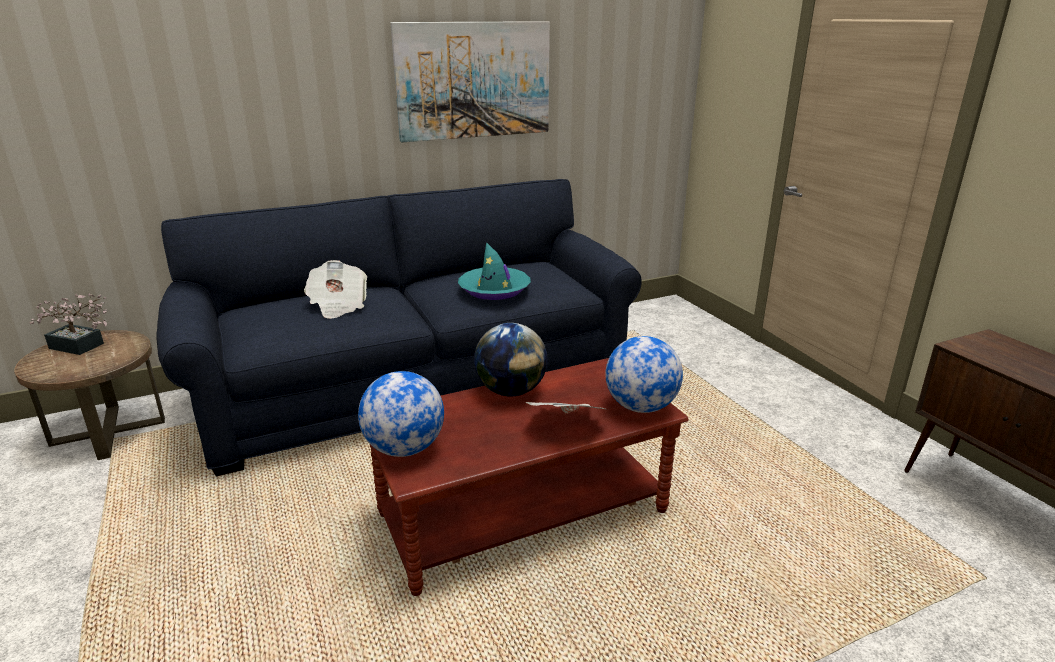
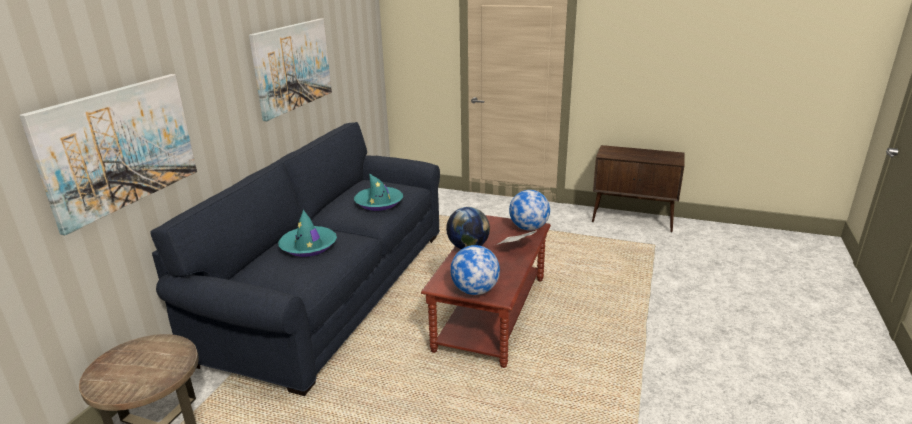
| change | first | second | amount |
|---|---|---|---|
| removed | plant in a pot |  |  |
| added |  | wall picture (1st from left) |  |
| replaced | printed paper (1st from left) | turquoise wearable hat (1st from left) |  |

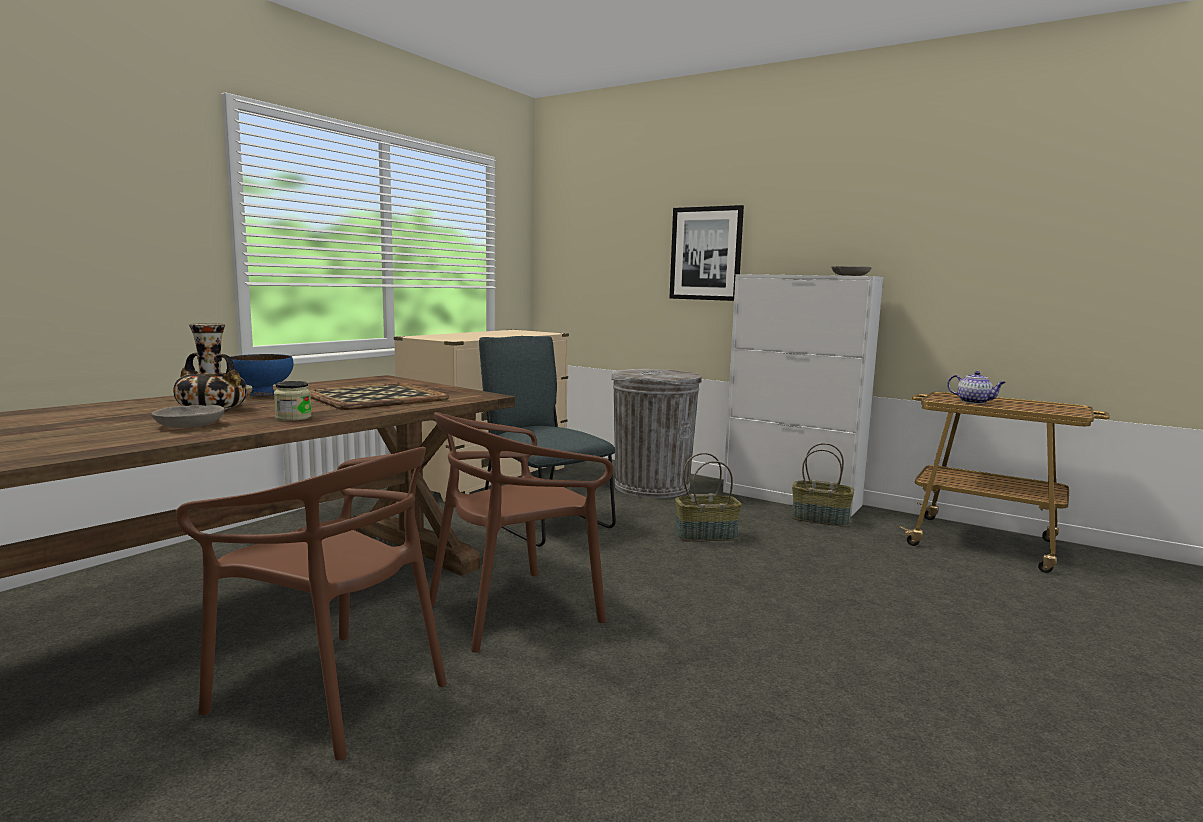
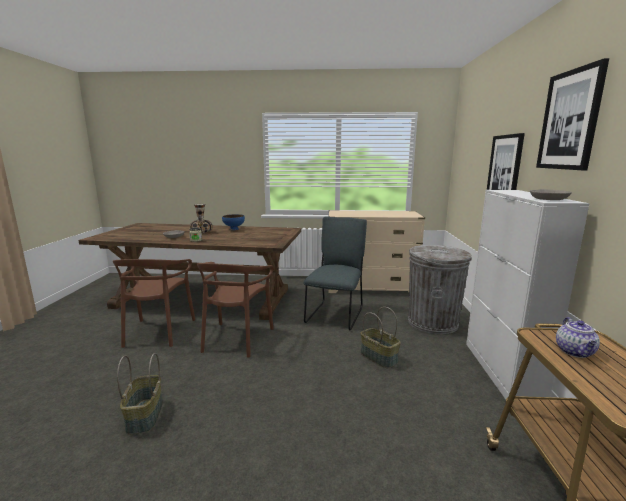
| change | first | second | amount |
|---|---|---|---|
| removed | tray |  |  |
| added |  | wall picture (2nd from left) |  |
| moved | storage basket (2nd from left in the first image) | storage basket (1st from left) |  |
| turned | brown upright chair (2nd from left) |  | 105 degrees counterclockwise |

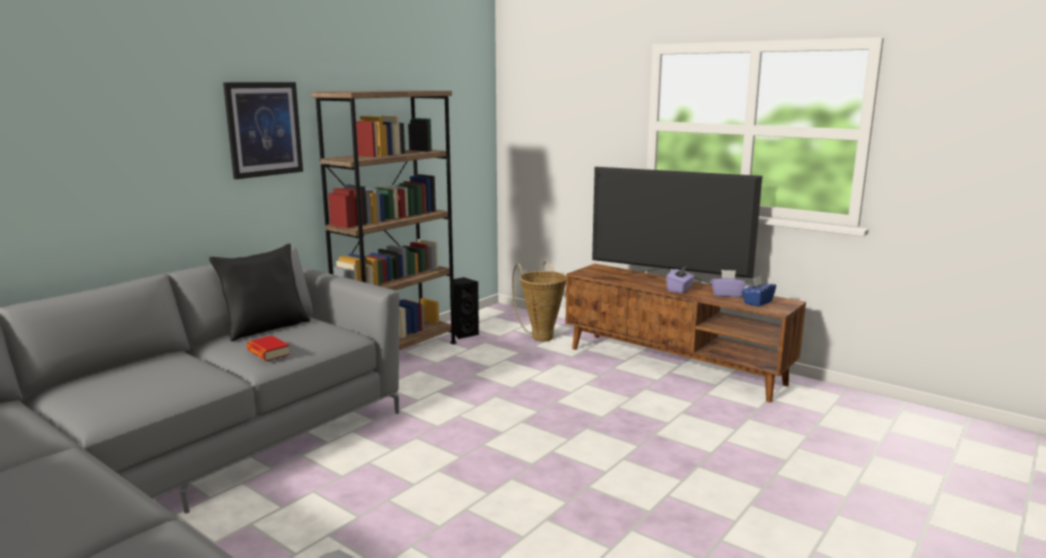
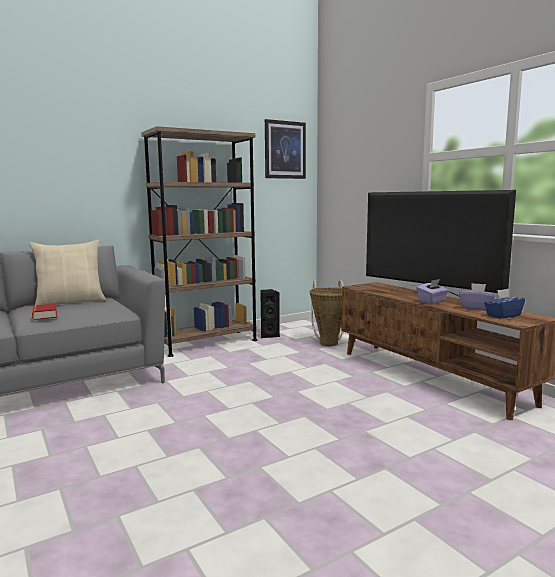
| change | first | second | amount |
|---|---|---|---|
| moved | wall picture |  |  |
| recoloured | black pillow | beige-coloured pillow |  |

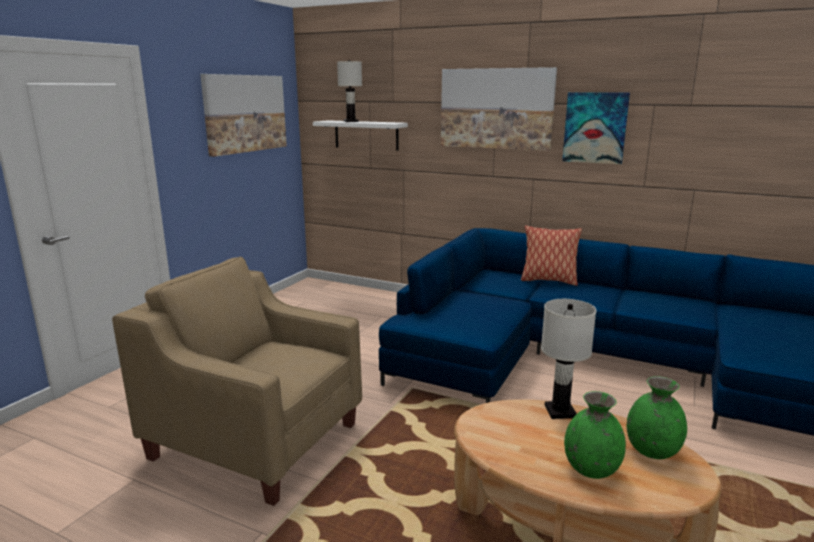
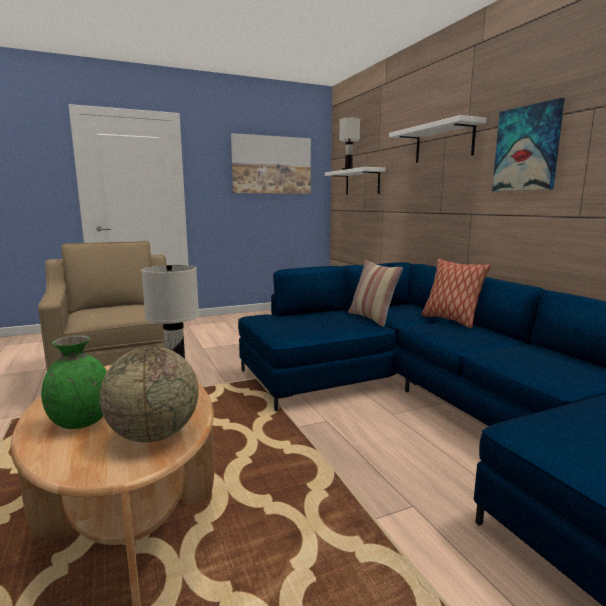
| change | first | second | amount |
|---|---|---|---|
| added |  | pillow (1st from left) |  |
| replaced | wall picture (2nd from left) | white wall shelf (2nd from left) |  |
| replaced | green-coloured vase (2nd from left) | desk globe |  |

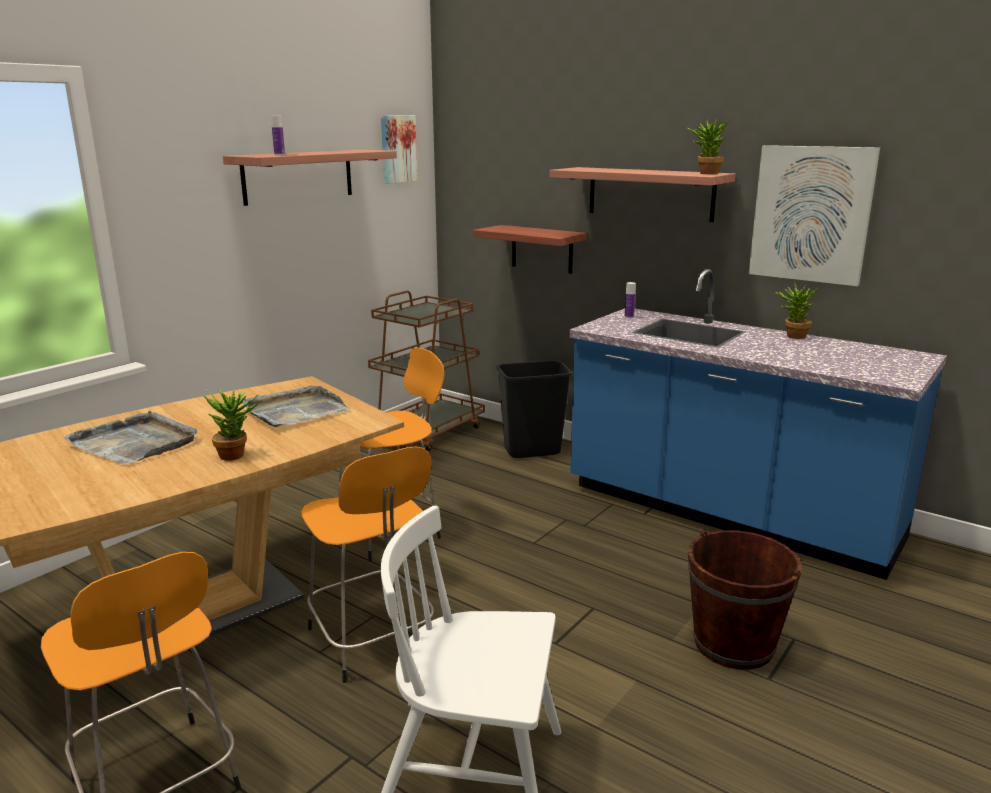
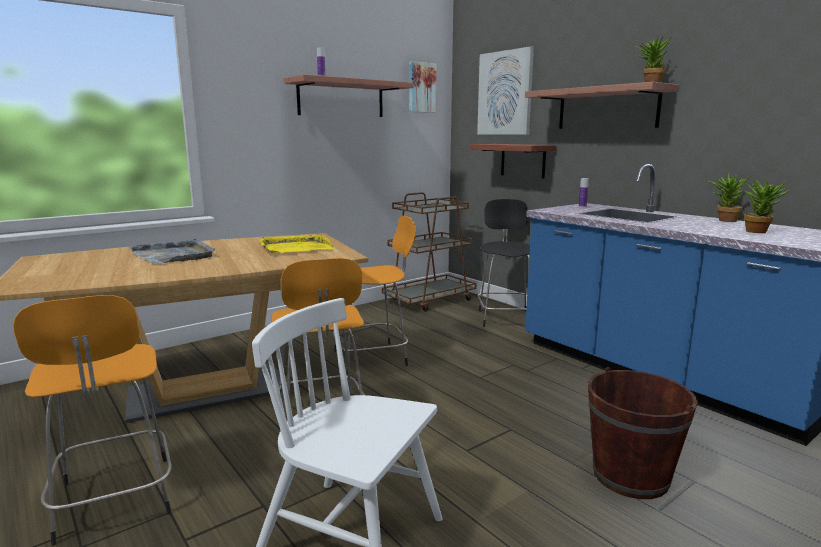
| change | first | second | amount |
|---|---|---|---|
| moved | plant in a pot (1st from left in the first image) | plant in a pot (3rd from left) |  |
| moved | wall picture (2nd from left) |  |  |
| replaced | black trash can | black stool |  |
| recoloured | gray tray (2nd from left) | yellow-coloured tray |  |

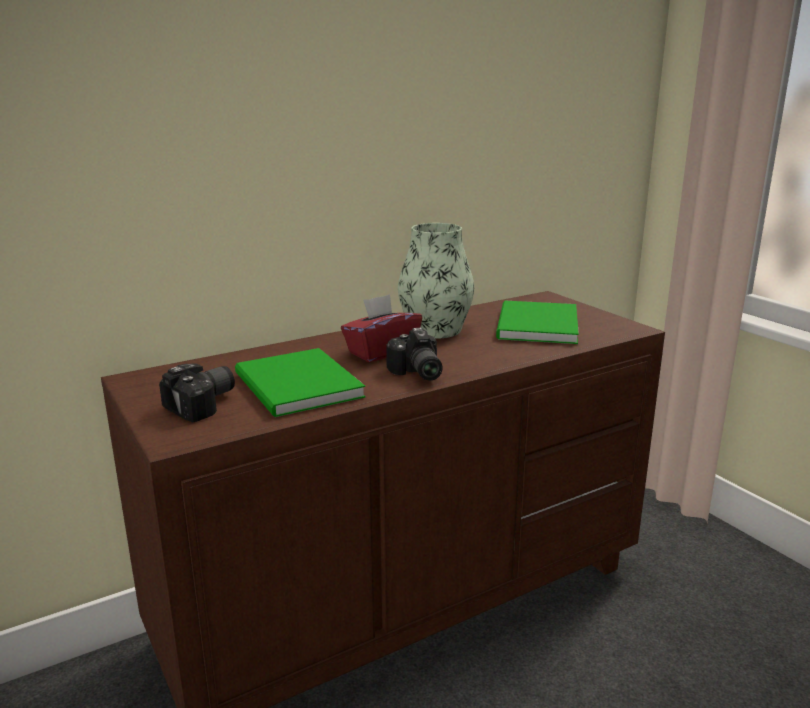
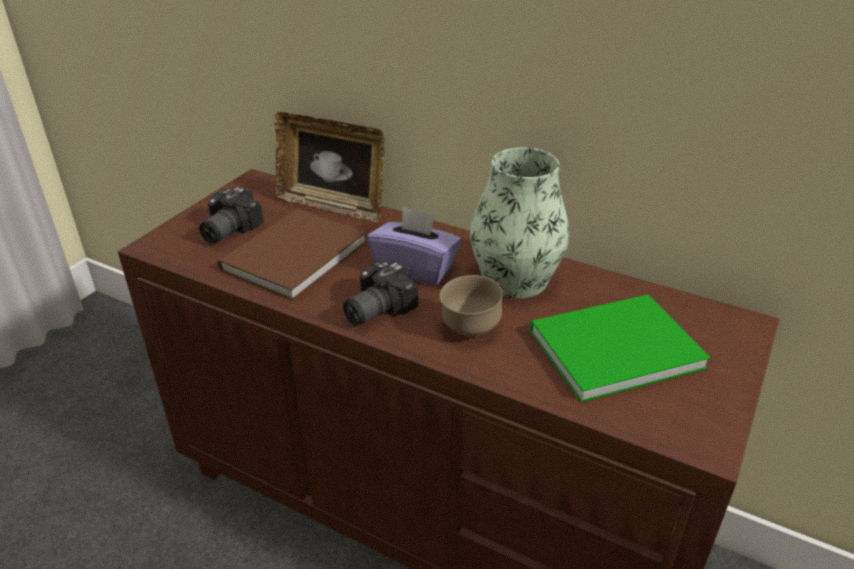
| change | first | second | amount |
|---|---|---|---|
| added |  | picture frame |  |
| added |  | brown bowl |  |
| recoloured | green-coloured bound book (1st from left) | brown bound book |  |
| recoloured | red-coloured box of tissues | purplish box of tissues |  |
| turned | photo camera (1st from left) |  | 105 degrees clockwise |

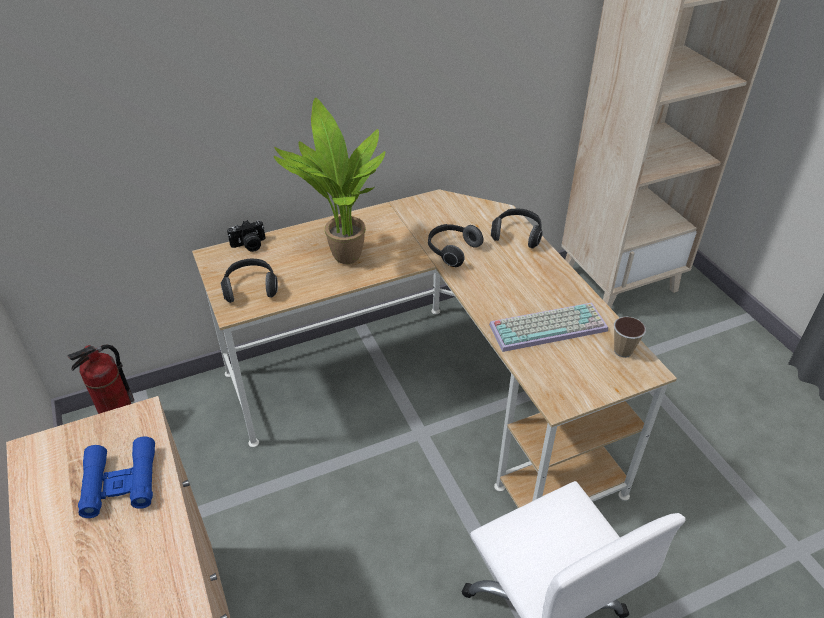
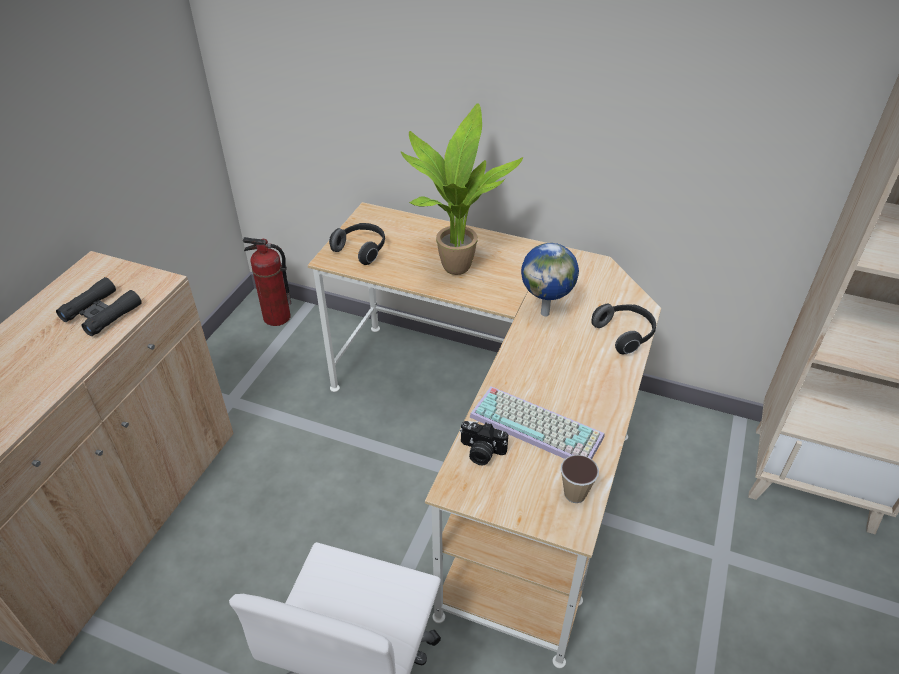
| change | first | second | amount |
|---|---|---|---|
| moved | photo camera |  |  |
| replaced | headphones (2nd from left) | desk globe |  |
| recoloured | blue-coloured binoculars | black binoculars |  |

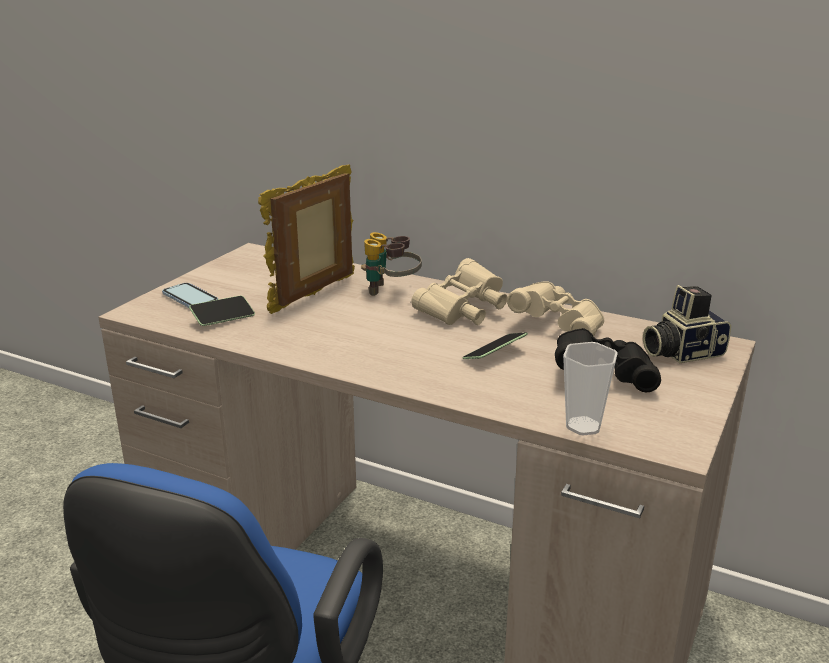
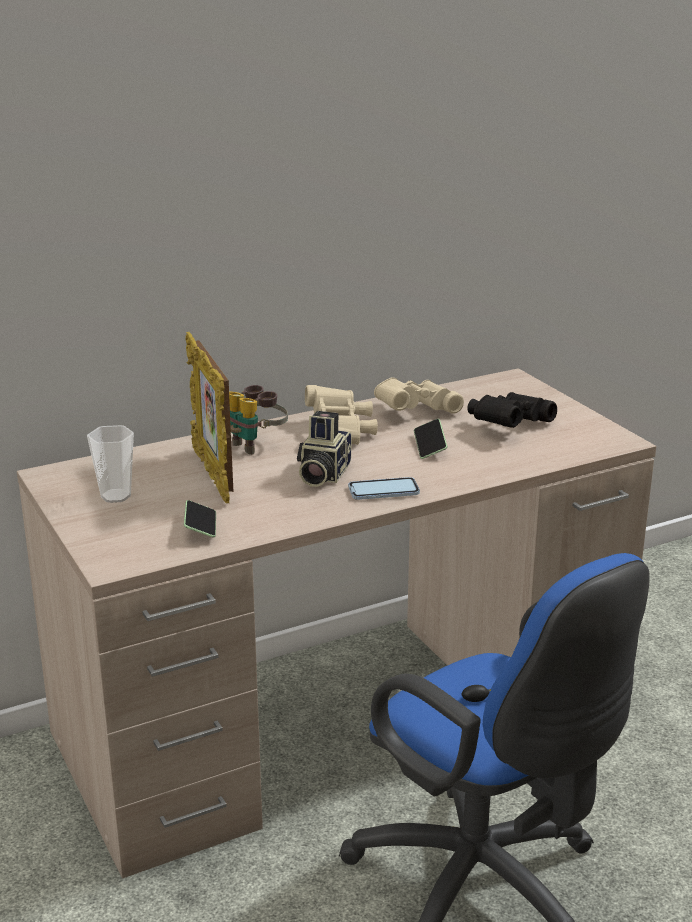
| change | first | second | amount |
|---|---|---|---|
| moved | phone (1st from left in the first image) | phone (2nd from left) |  |
| moved | small cup |  |  |
| moved | photo camera |  |  |

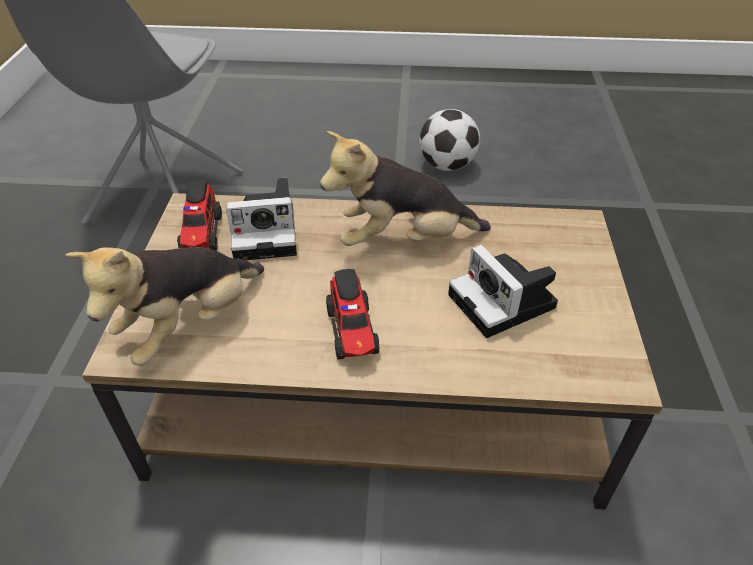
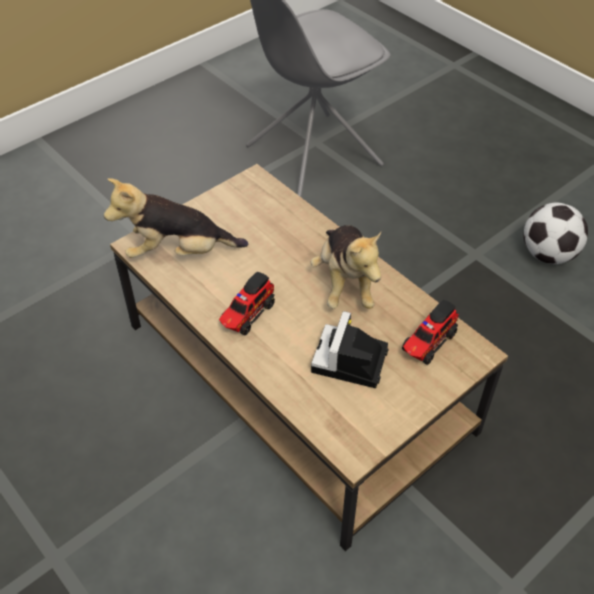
| change | first | second | amount |
|---|---|---|---|
| removed | photo camera (1st from left) |  |  |
| moved | toy lorry (1st from left in the first image) | toy lorry (2nd from left) |  |
| turned | soft toy (2nd from left) |  | 135 degrees counterclockwise |

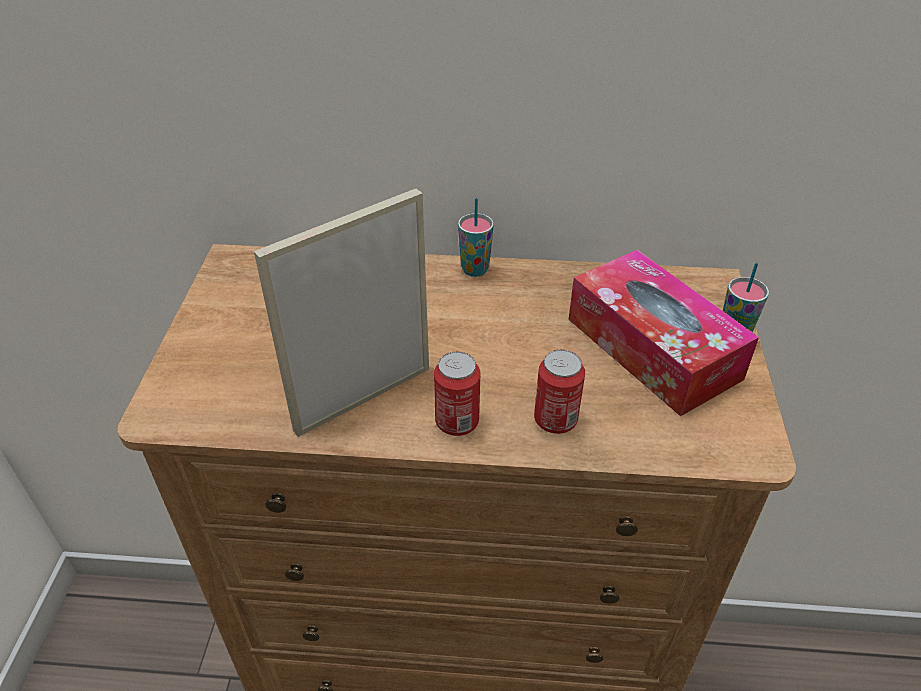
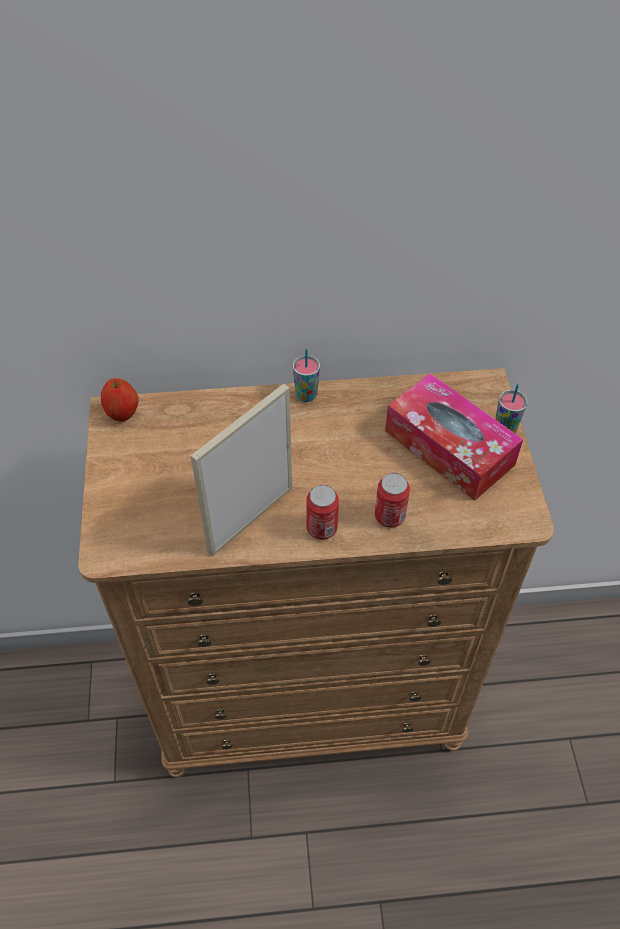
| change | first | second | amount |
|---|---|---|---|
| added |  | whole apple |  |

